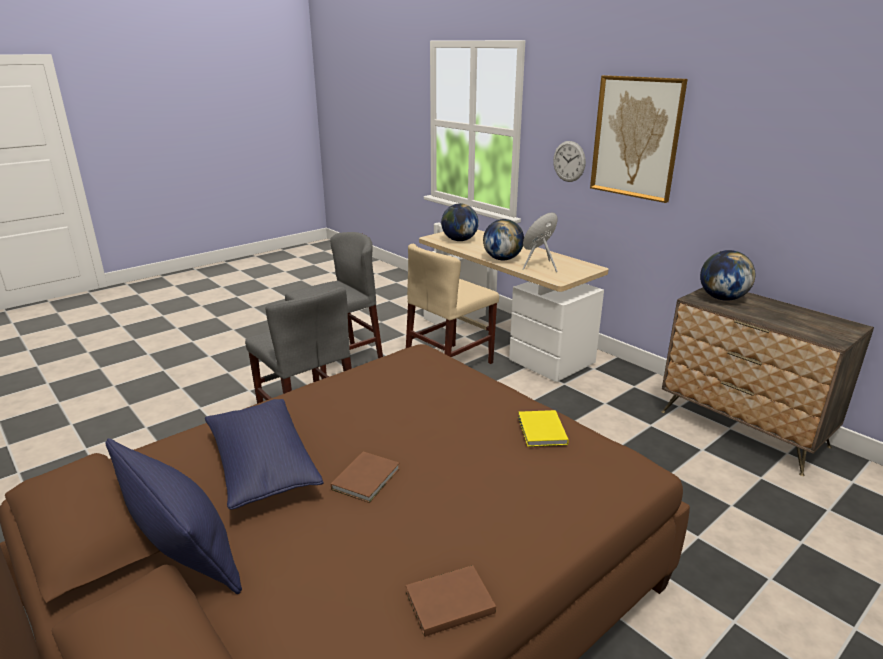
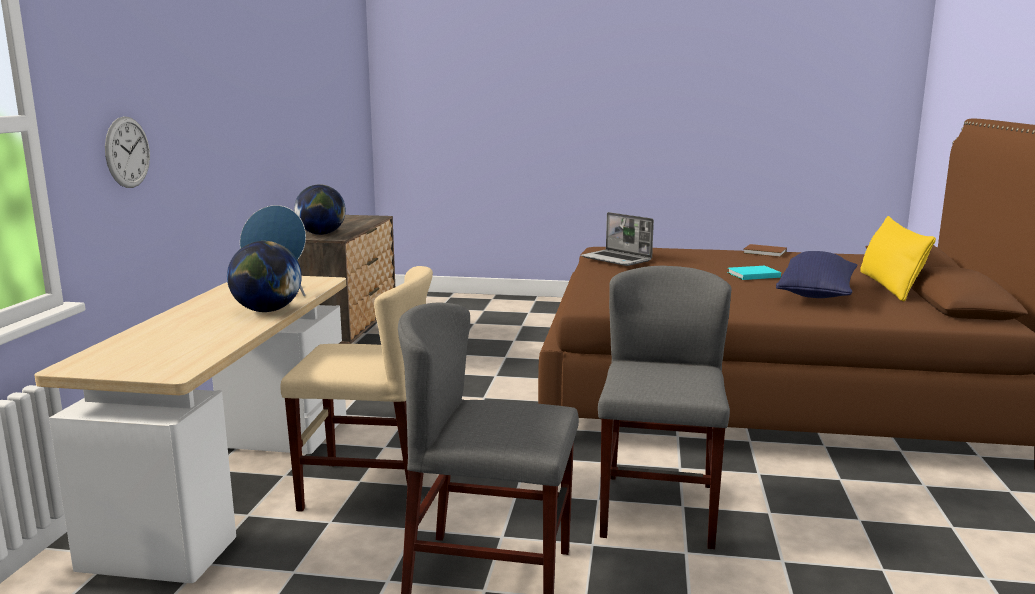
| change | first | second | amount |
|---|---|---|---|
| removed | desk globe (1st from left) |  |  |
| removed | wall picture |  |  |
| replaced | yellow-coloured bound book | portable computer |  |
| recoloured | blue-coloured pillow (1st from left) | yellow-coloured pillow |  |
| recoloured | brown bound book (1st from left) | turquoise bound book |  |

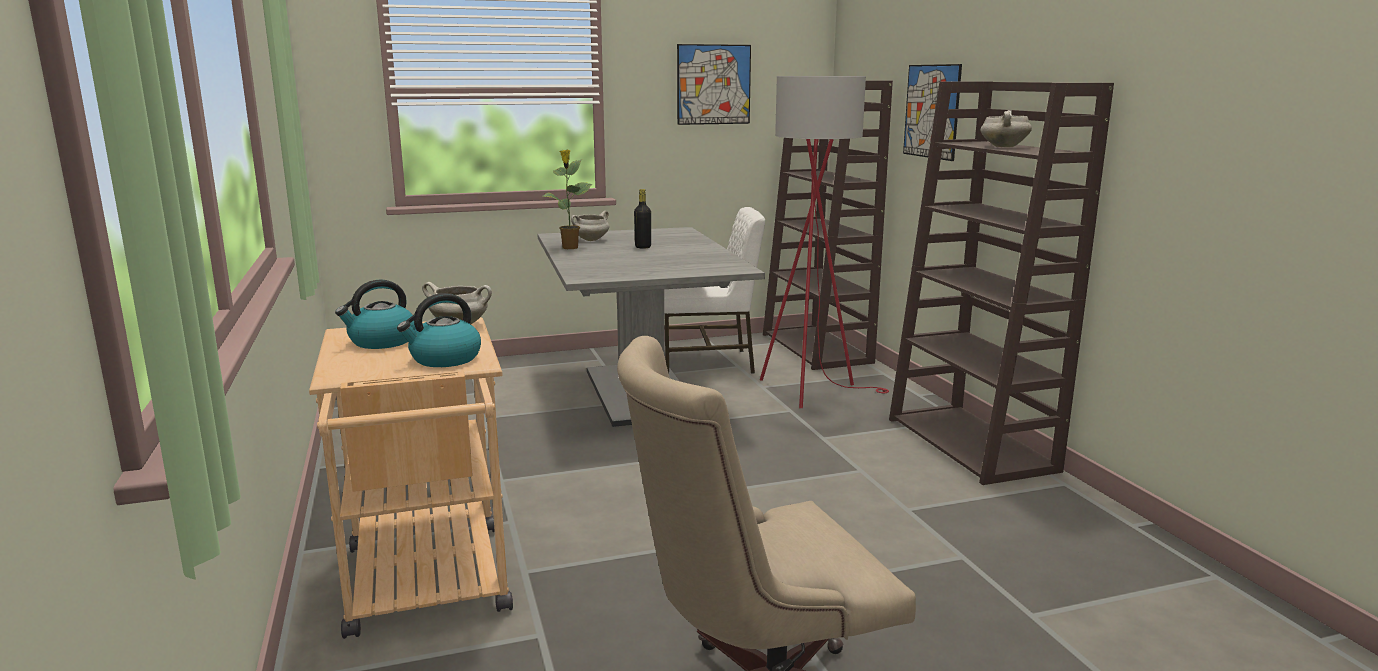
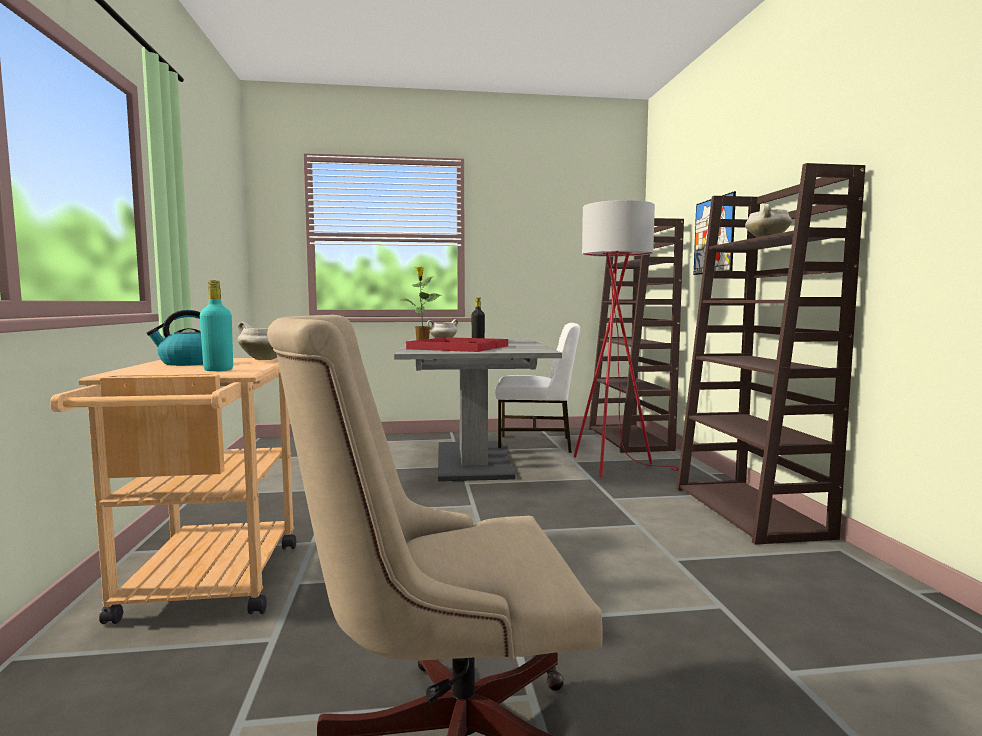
| change | first | second | amount |
|---|---|---|---|
| removed | wall picture (1st from left) |  |  |
| added |  | red-coloured tray |  |
| replaced | kettle (2nd from left) | turquoise bottle |  |

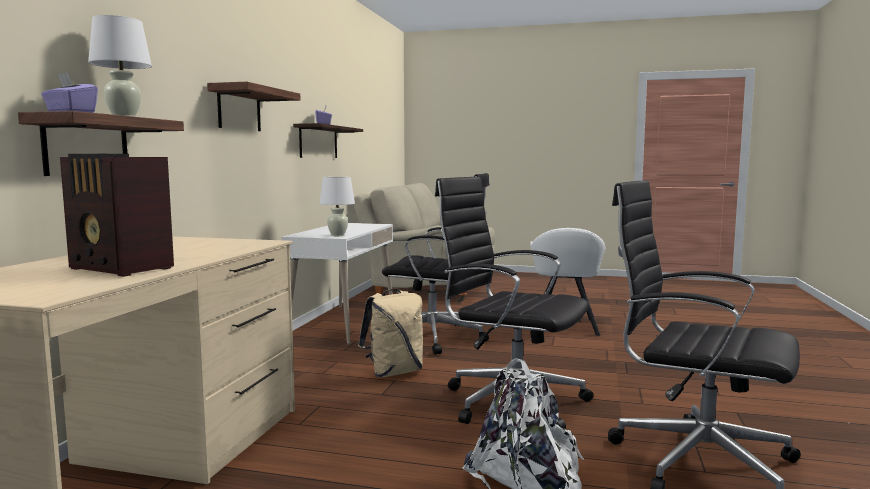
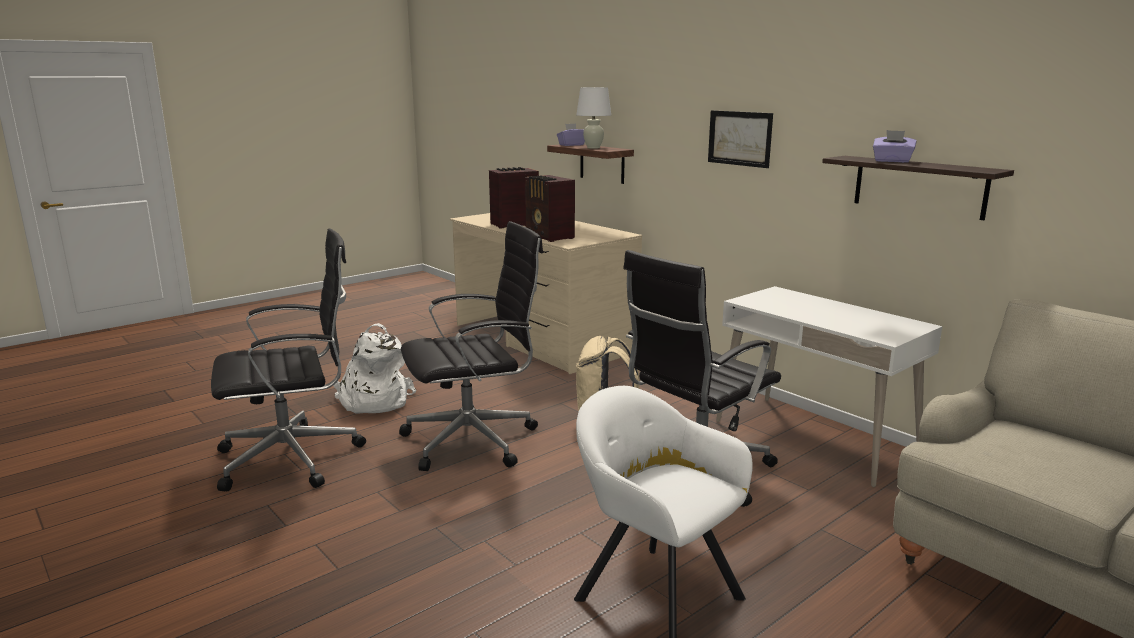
| change | first | second | amount |
|---|---|---|---|
| removed | white table lamp (2nd from left) |  |  |
| added |  | radio (2nd from left) |  |
| replaced | wall shelf (2nd from left) | wall picture |  |

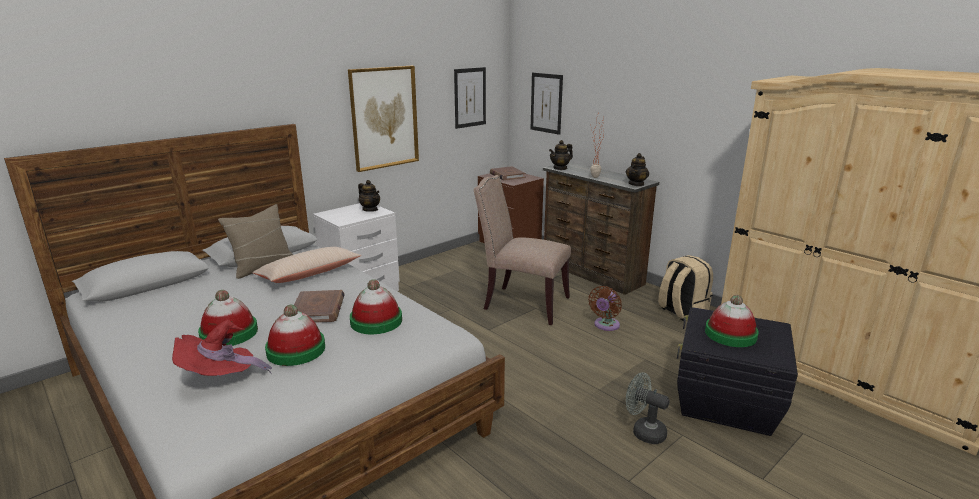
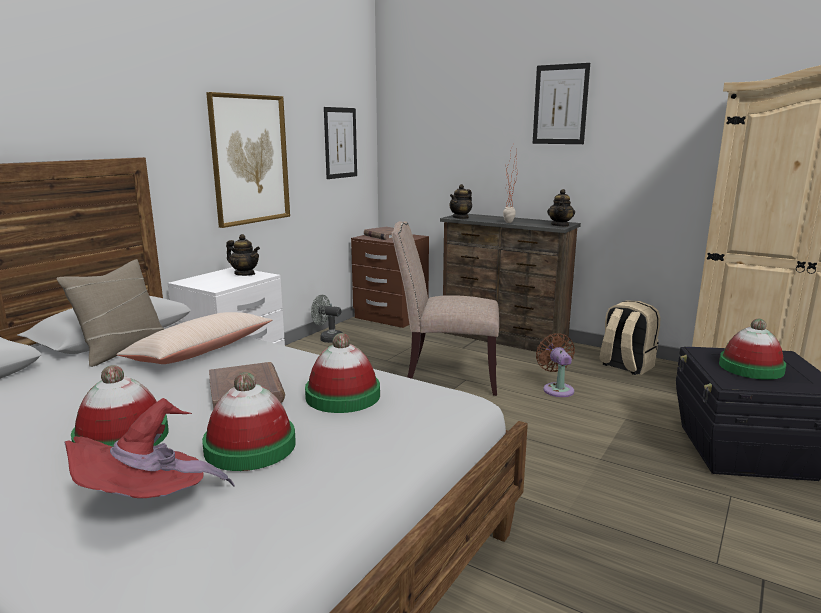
| change | first | second | amount |
|---|---|---|---|
| moved | wall picture (3rd from left) |  |  |
| moved | gray cooling fan |  |  |
| turned | brown cooling fan |  | 150 degrees clockwise |

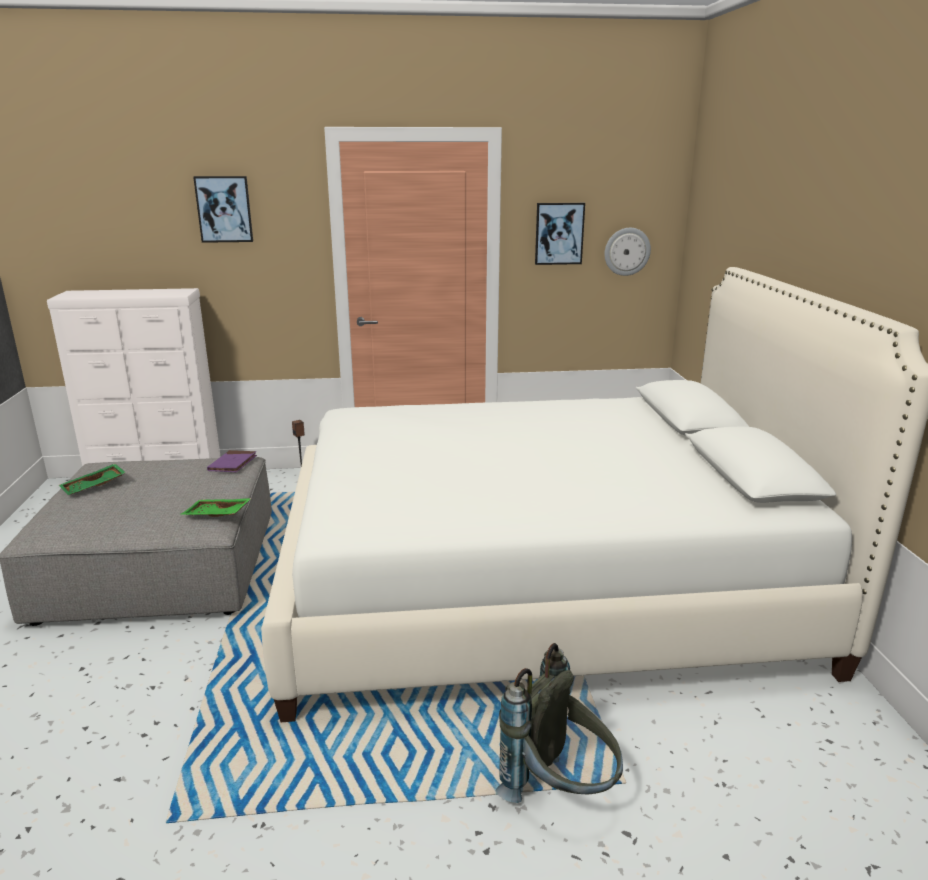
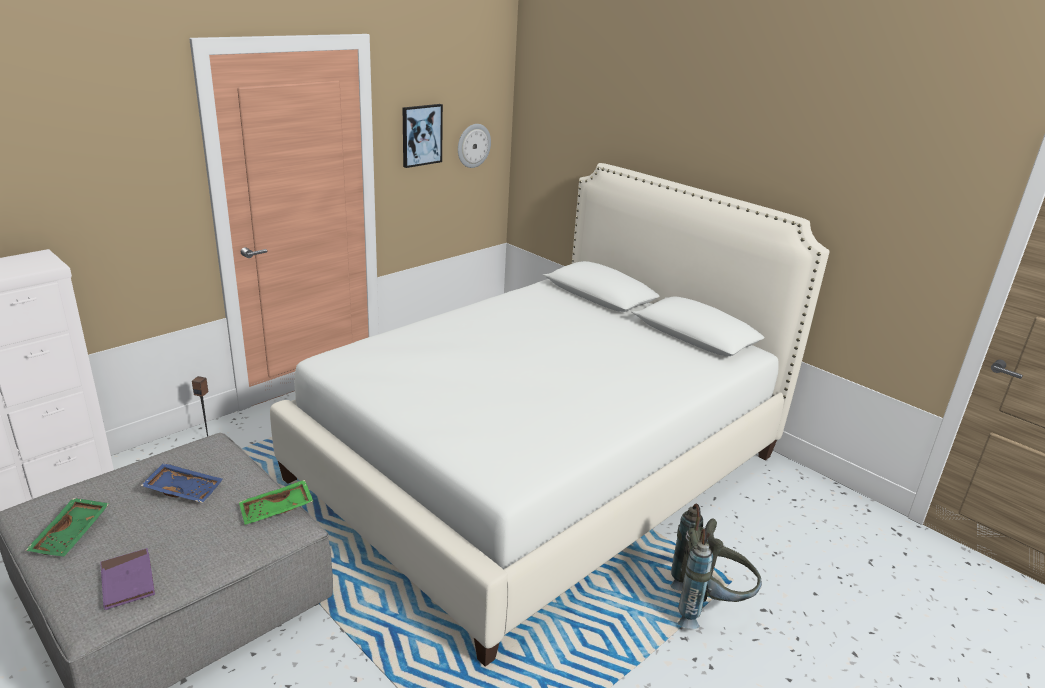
| change | first | second | amount |
|---|---|---|---|
| removed | wall picture (1st from left) |  |  |
| added |  | blue-coloured tray |  |
| moved | purplish bound book |  |  |

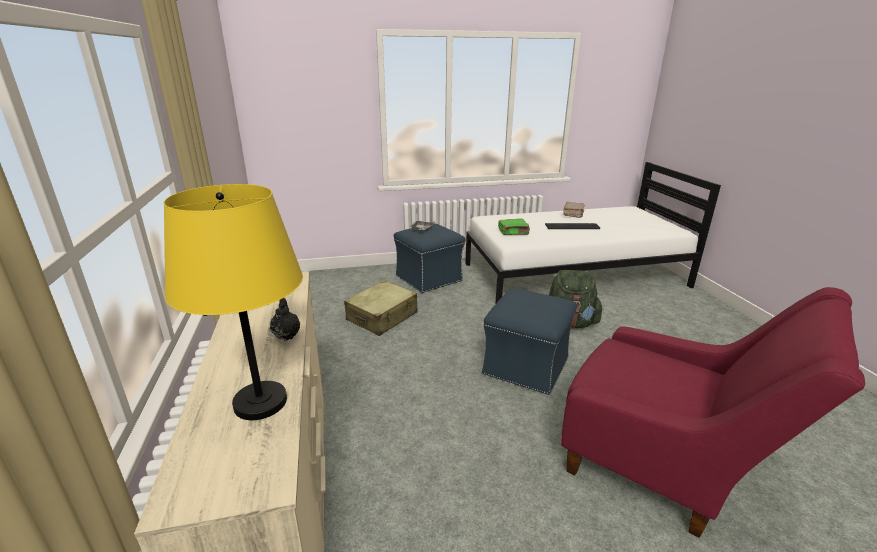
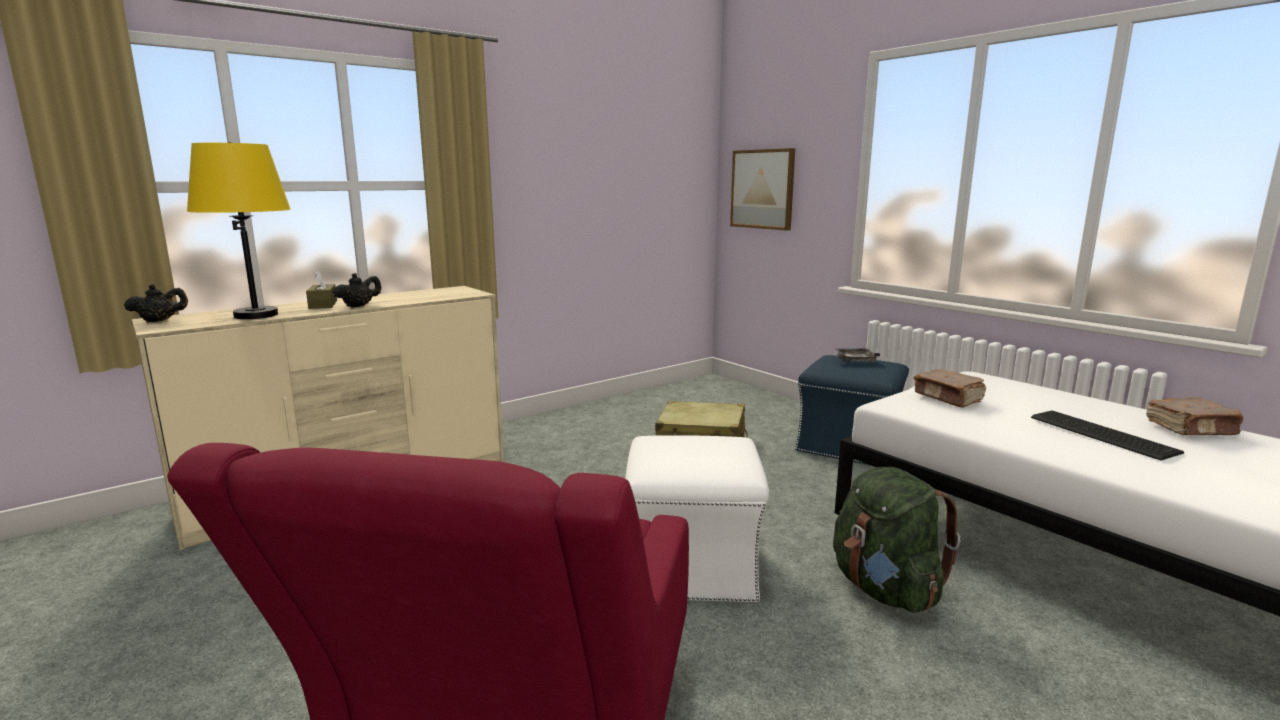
| change | first | second | amount |
|---|---|---|---|
| added |  | black pot for tea (1st from left) |  |
| added |  | brown box of tissues |  |
| added |  | wall picture |  |
| recoloured | blue-coloured footrest (2nd from left) | white footrest |  |
| recoloured | green-coloured bound book | brown bound book (1st from left) |  |

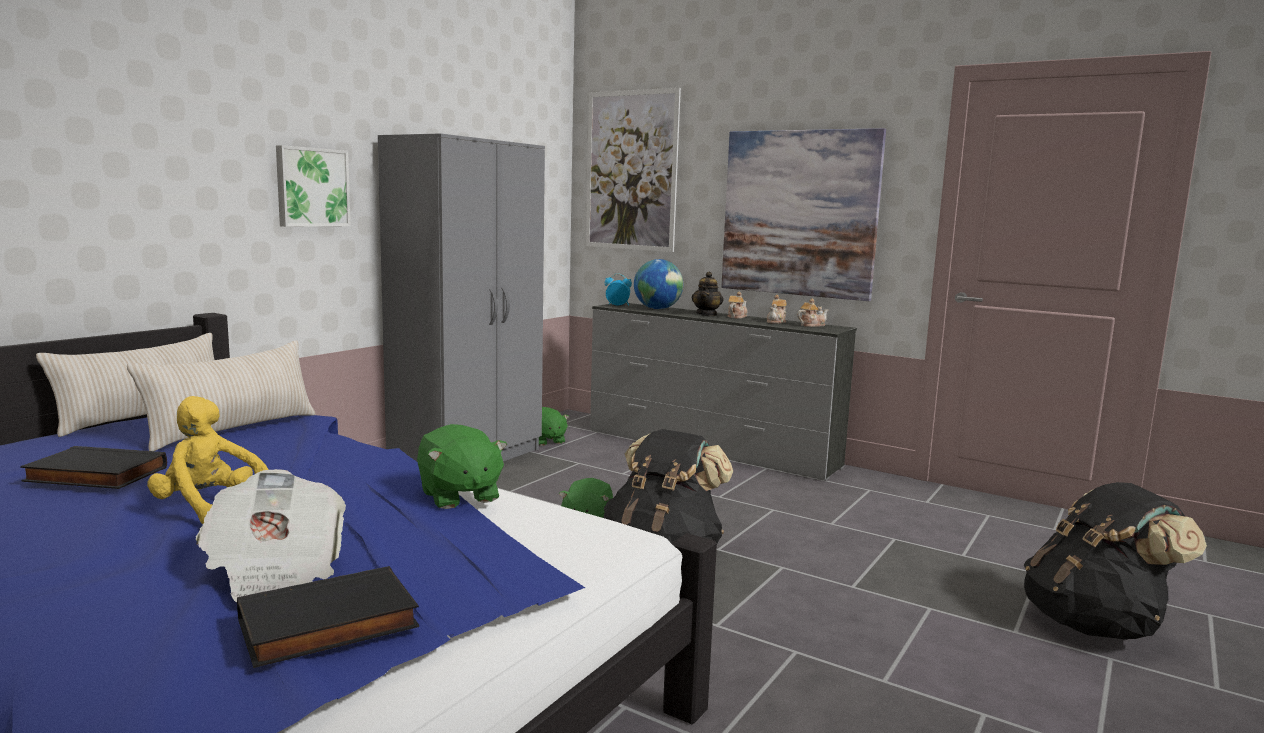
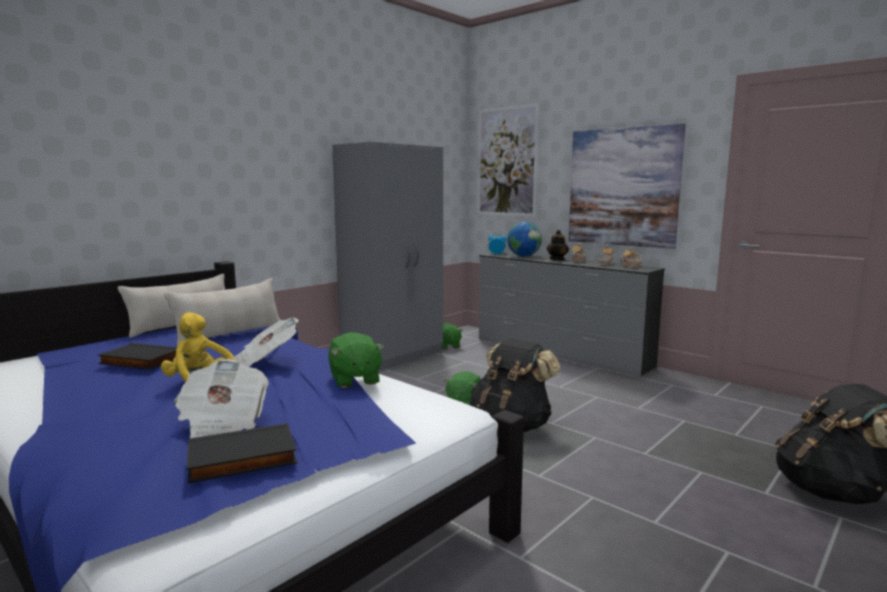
| change | first | second | amount |
|---|---|---|---|
| removed | wall picture (1st from left) |  |  |
| added |  | printed paper (2nd from left) |  |

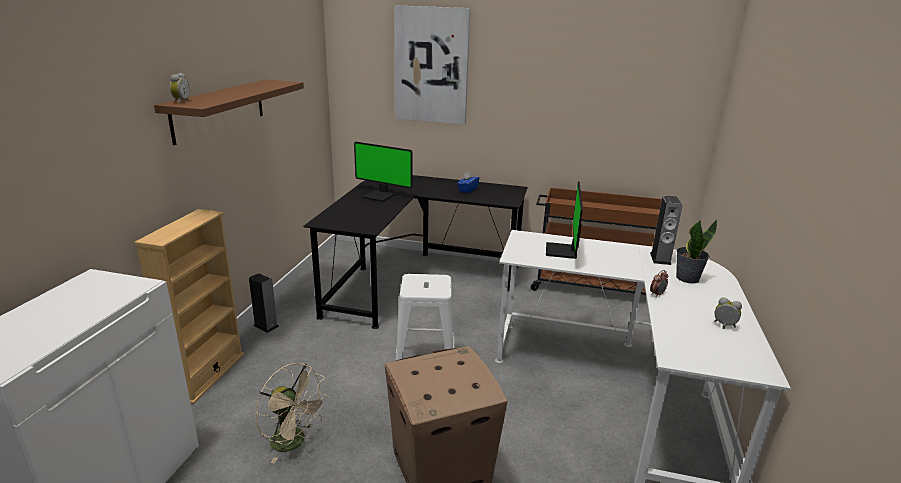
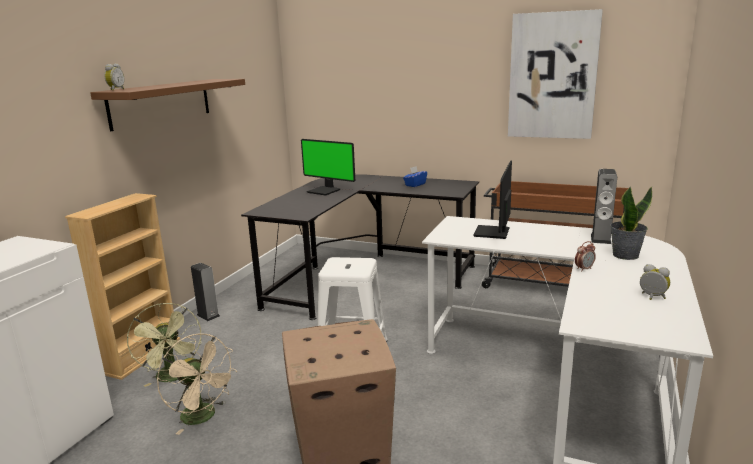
| change | first | second | amount |
|---|---|---|---|
| added |  | green-coloured cooling fan |  |
| moved | wall picture |  |  |

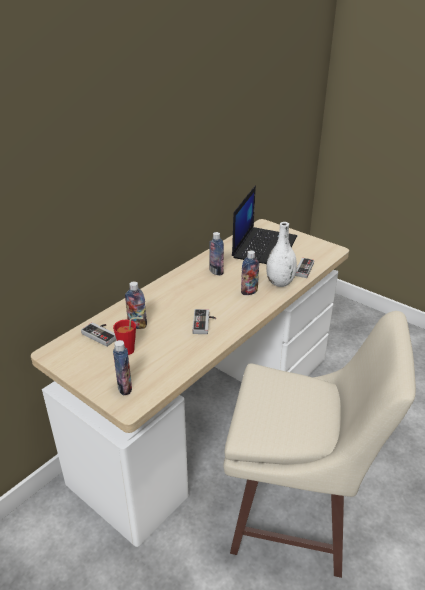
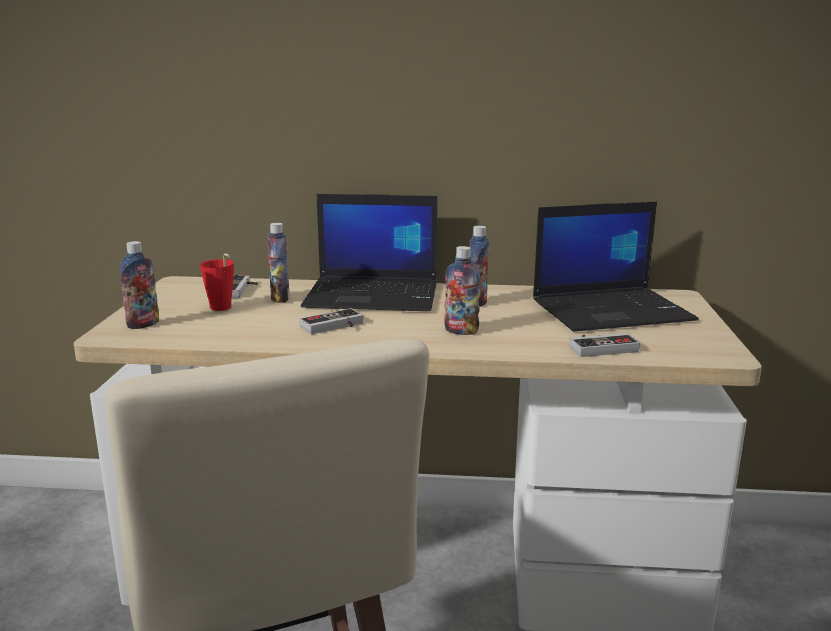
| change | first | second | amount |
|---|---|---|---|
| removed | white vase |  |  |
| added |  | portable computer (1st from left) |  |

